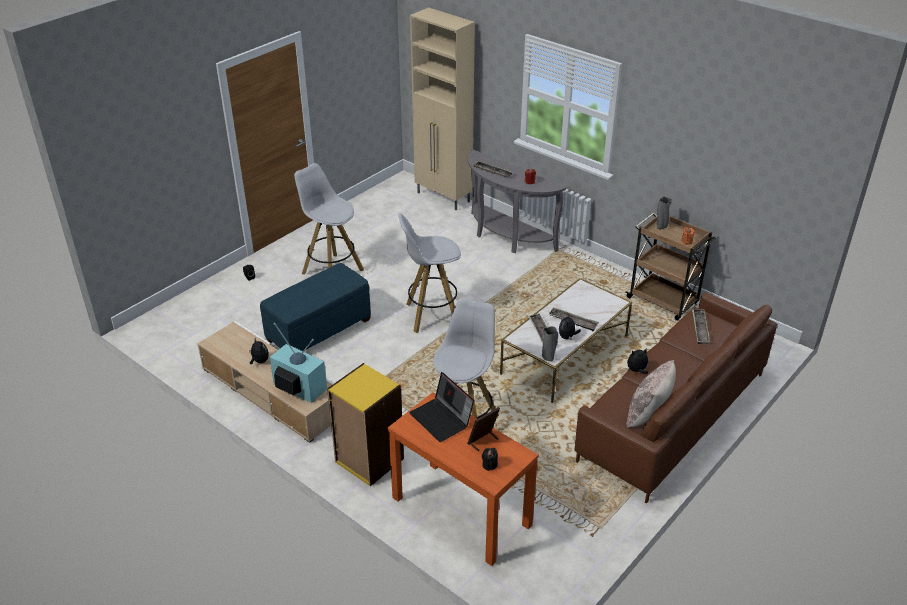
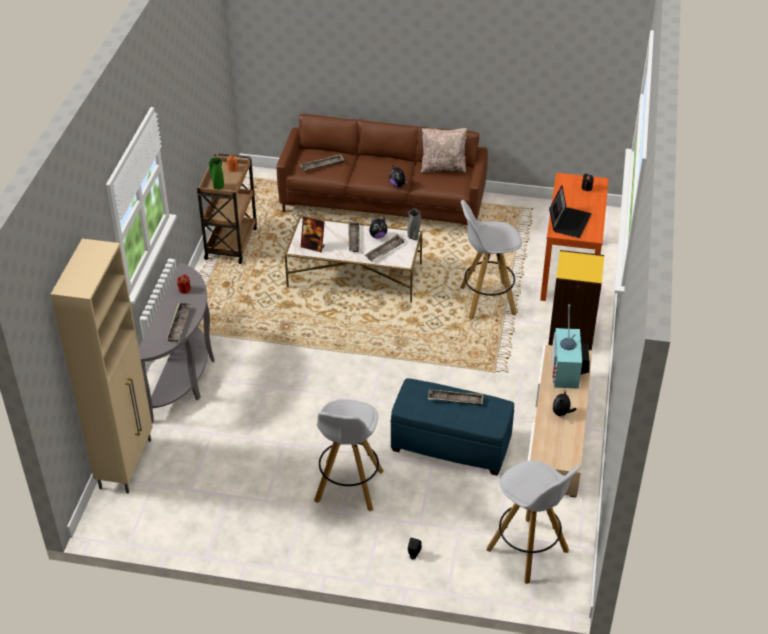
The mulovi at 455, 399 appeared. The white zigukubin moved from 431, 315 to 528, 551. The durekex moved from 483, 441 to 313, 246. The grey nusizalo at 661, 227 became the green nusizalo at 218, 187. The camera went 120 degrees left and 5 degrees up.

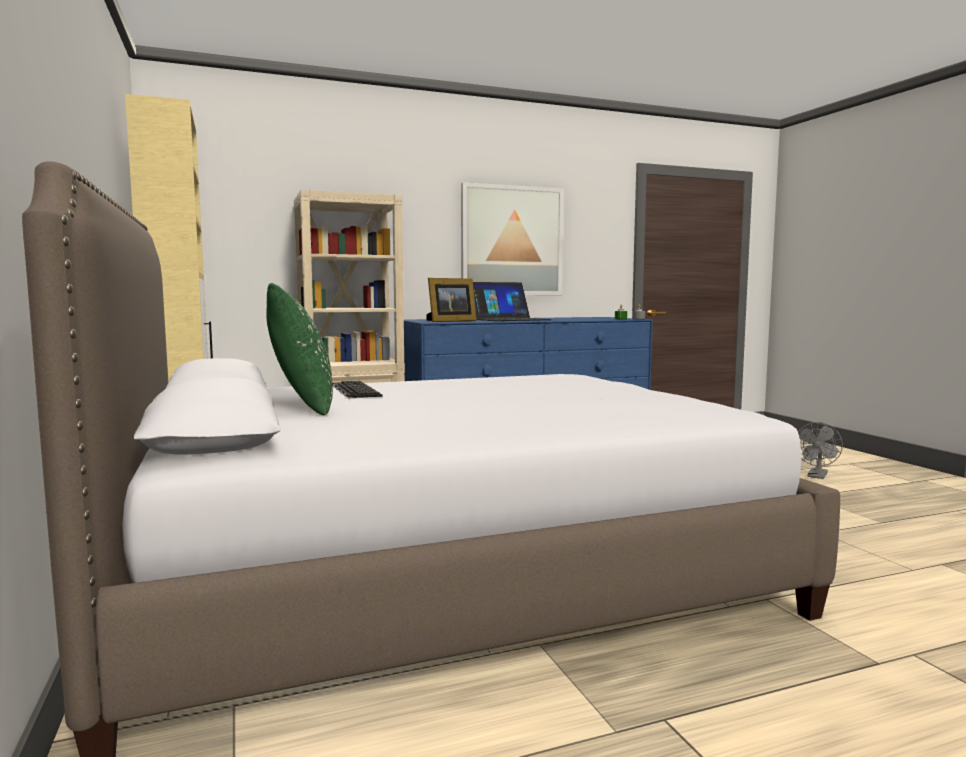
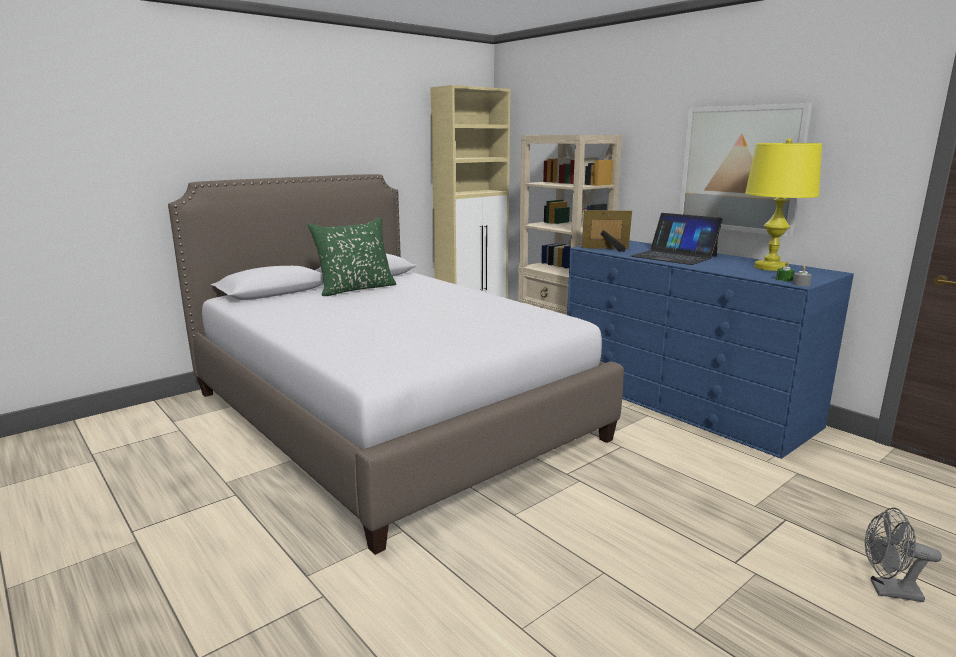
The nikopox at 353, 390 disappeared. The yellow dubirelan at 770, 267 appeared. The durekex at 449, 321 turned 150 degrees clockwise. The camera went 70 degrees right and 10 degrees up.

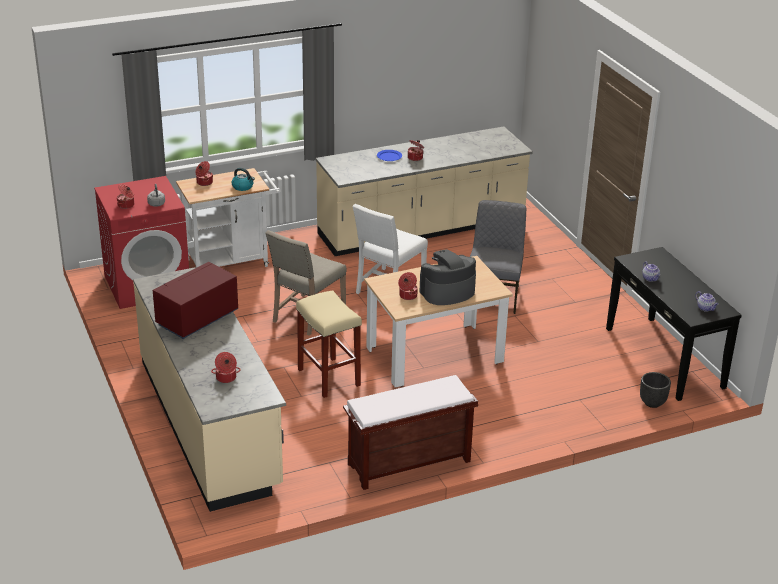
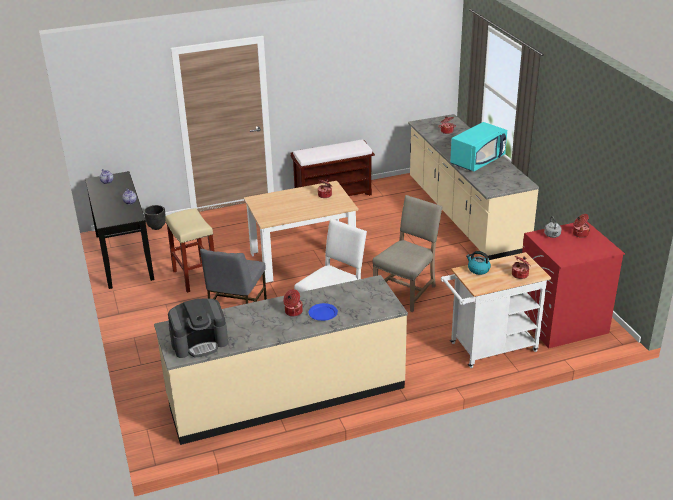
The beige zigukubin moved from 328, 377 to 196, 277. The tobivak moved from 447, 292 to 199, 342. The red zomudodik at 197, 319 became the turquoise zomudodik at 477, 161. The camera went 175 degrees left and 0 degrees up.

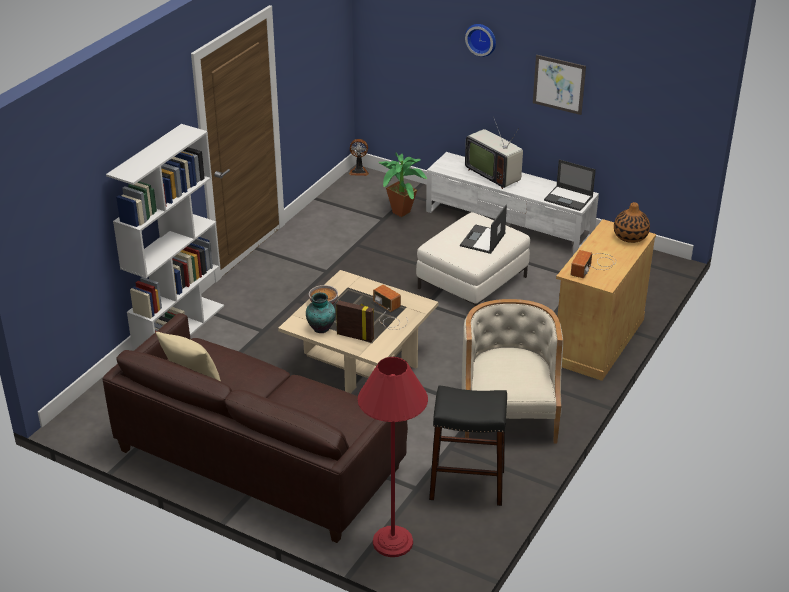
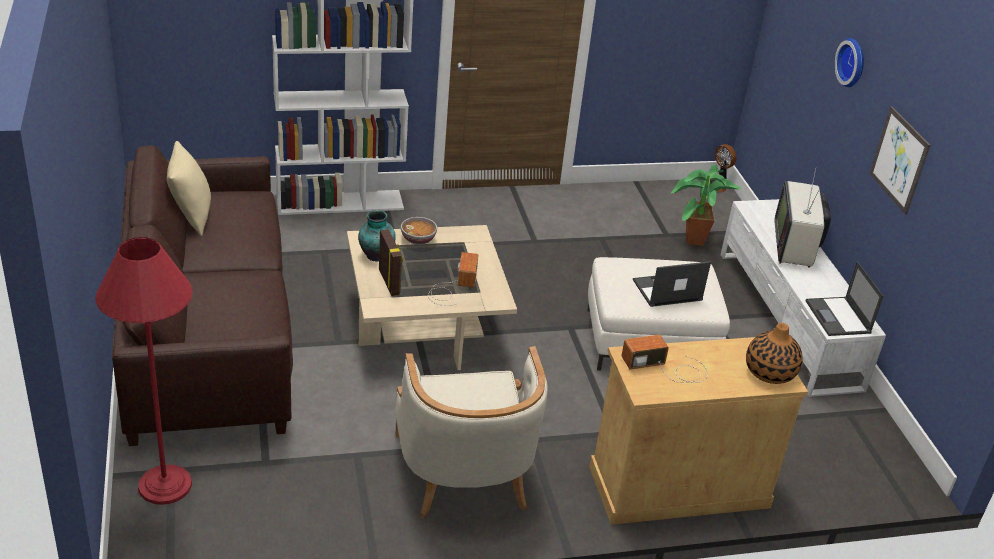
The black zigukubin at 467, 484 disappeared. The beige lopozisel at 508, 412 turned 120 degrees clockwise. The camera went 45 degrees right and 0 degrees up.

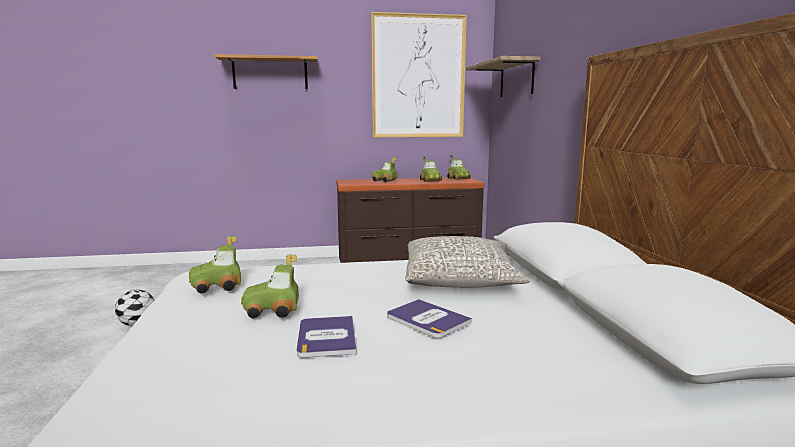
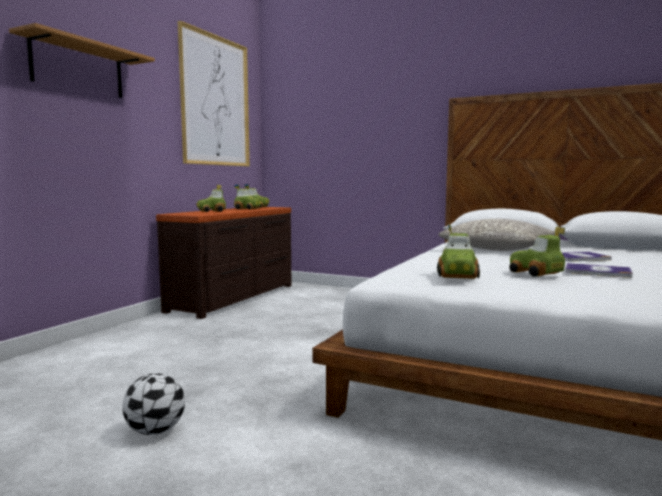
The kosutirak at 516, 79 disappeared. The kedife at 272, 310 turned 120 degrees clockwise. The camera went 55 degrees left and 5 degrees down.

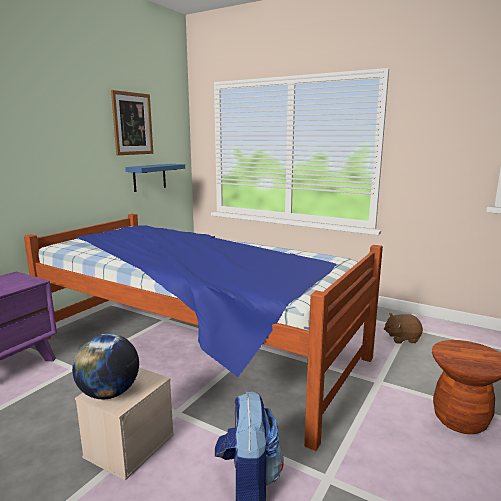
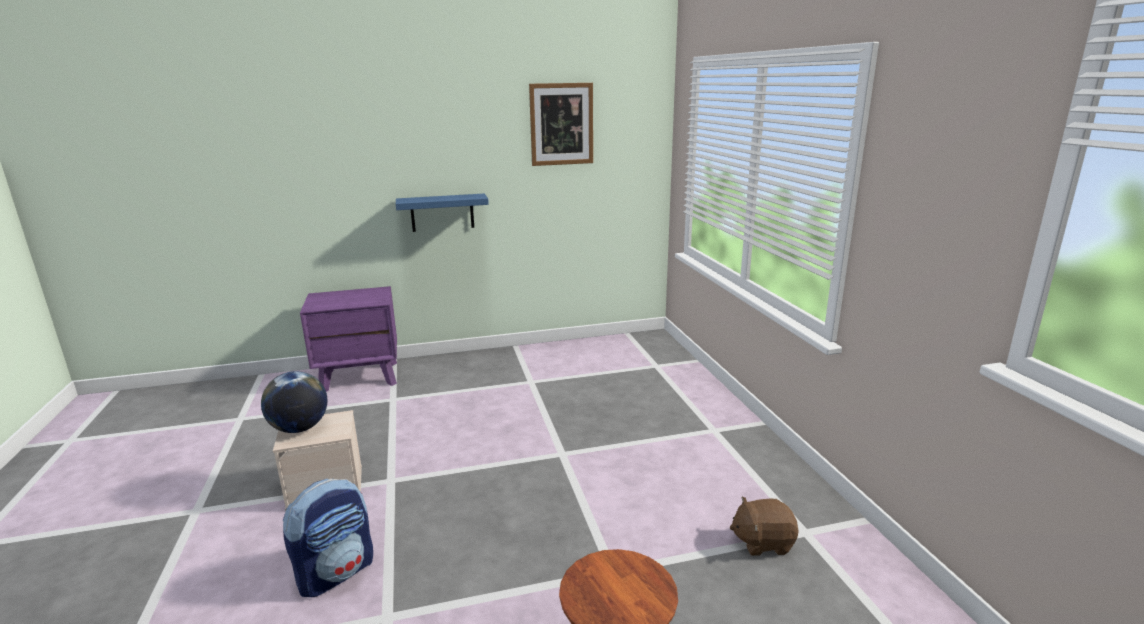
The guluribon at 197, 349 disappeared. The blue kosutirak moved from 149, 177 to 442, 212. The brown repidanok at 402, 338 turned 45 degrees counterclockwise. The camera went 45 degrees right and 5 degrees up.

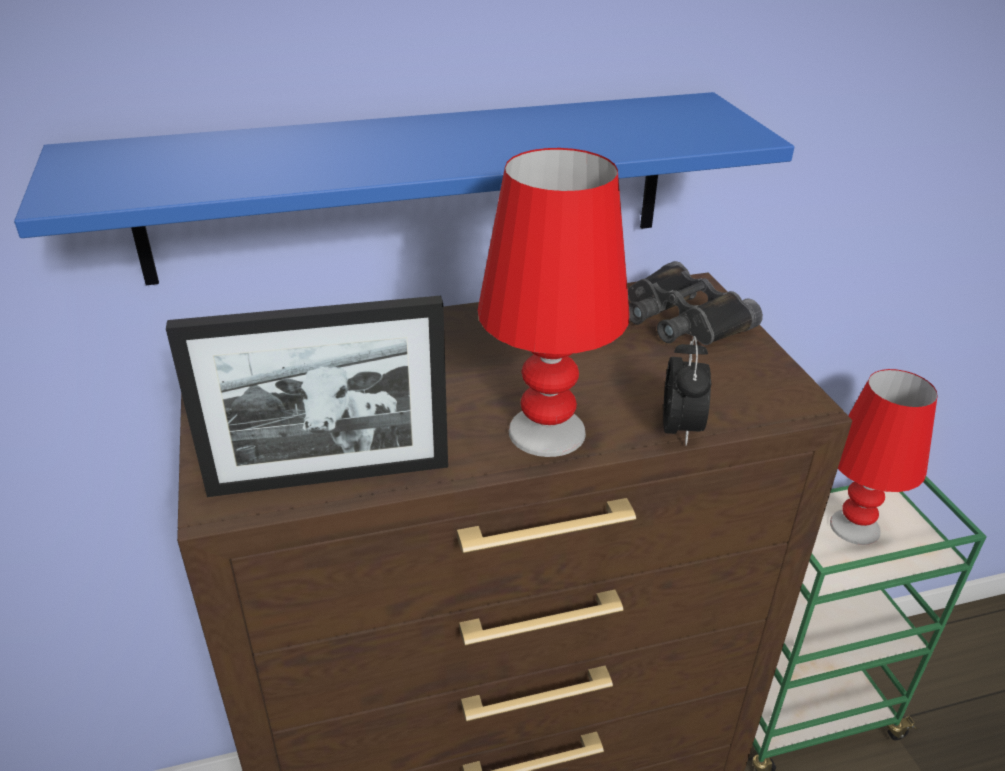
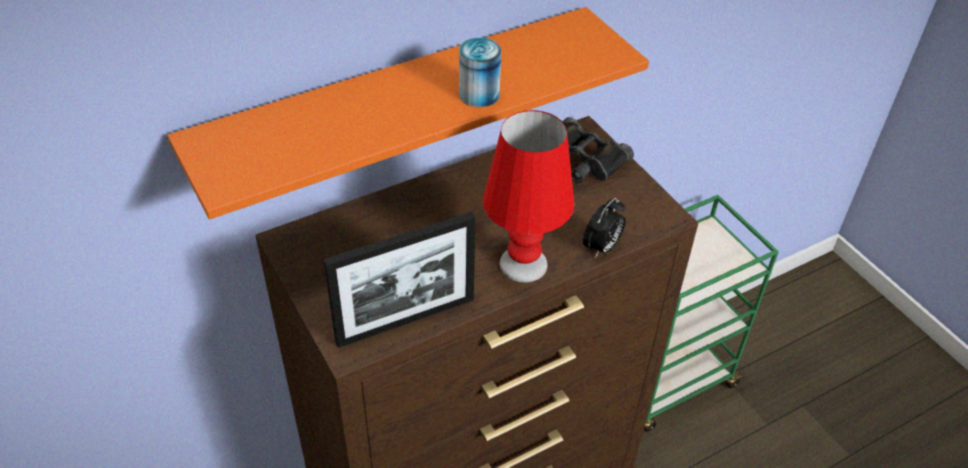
The red dubirelan at 854, 527 disappeared. The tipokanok at 479, 94 appeared. The blue kosutirak at 411, 187 became the orange kosutirak at 397, 105. The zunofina at 681, 429 turned 45 degrees clockwise. The camera went 15 degrees left and 10 degrees up.

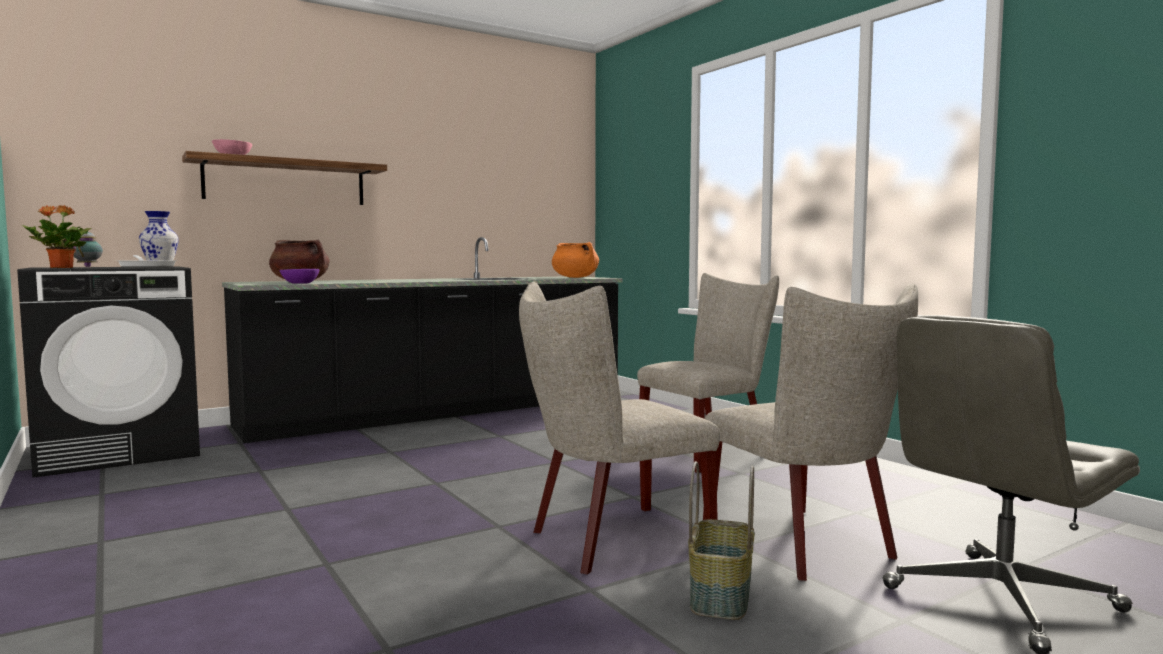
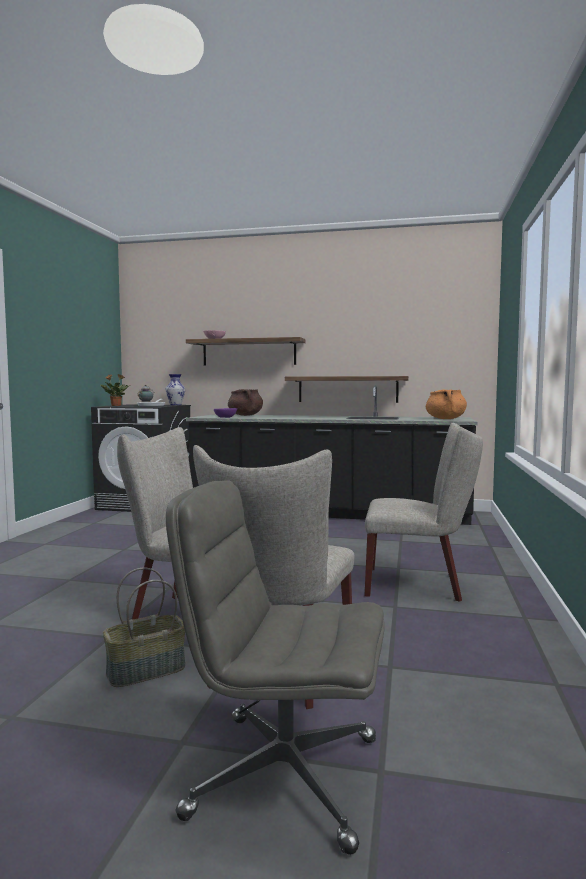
The kosutirak at 347, 389 appeared. The camera went 45 degrees right and 0 degrees up.

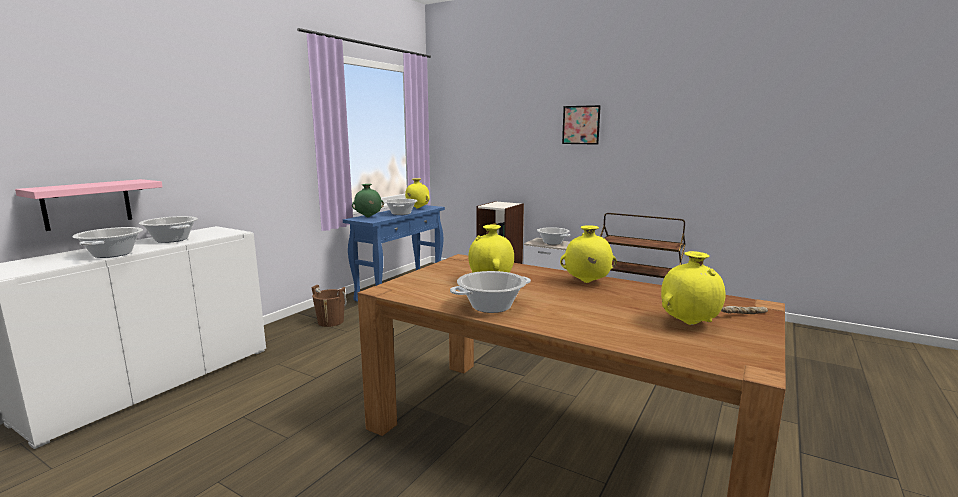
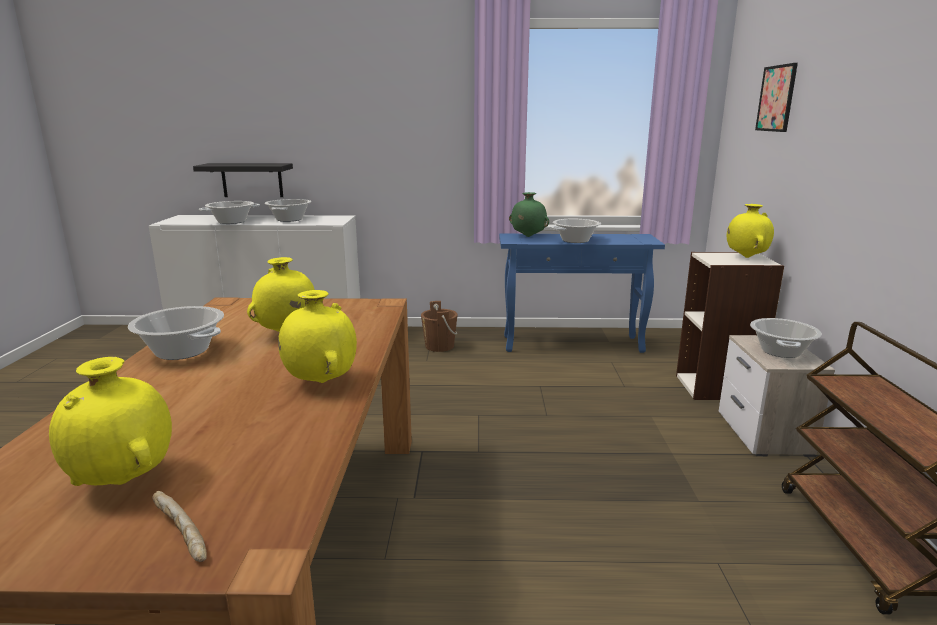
The yellow nusizalo moved from 417, 208 to 746, 257. The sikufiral moved from 581, 125 to 776, 98. The pink kosutirak at 87, 204 became the black kosutirak at 252, 180. The camera went 60 degrees right and 5 degrees up.

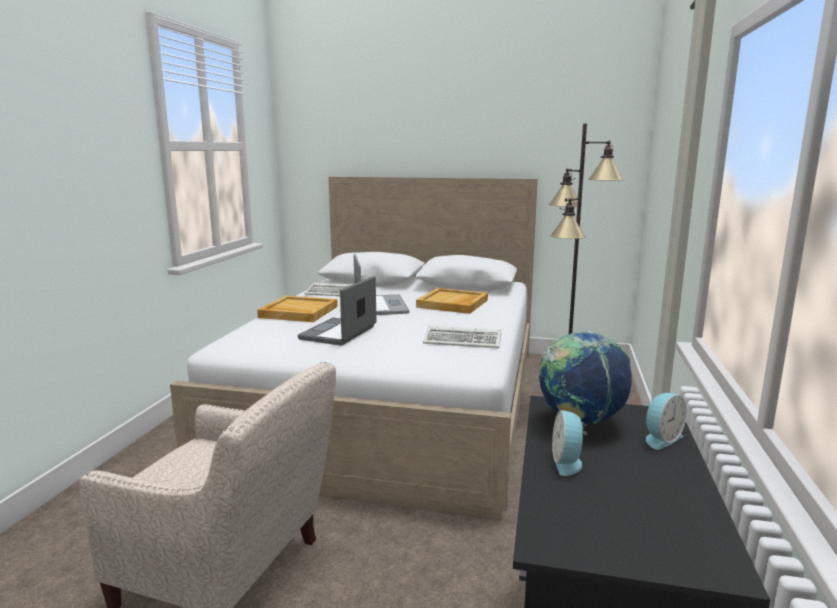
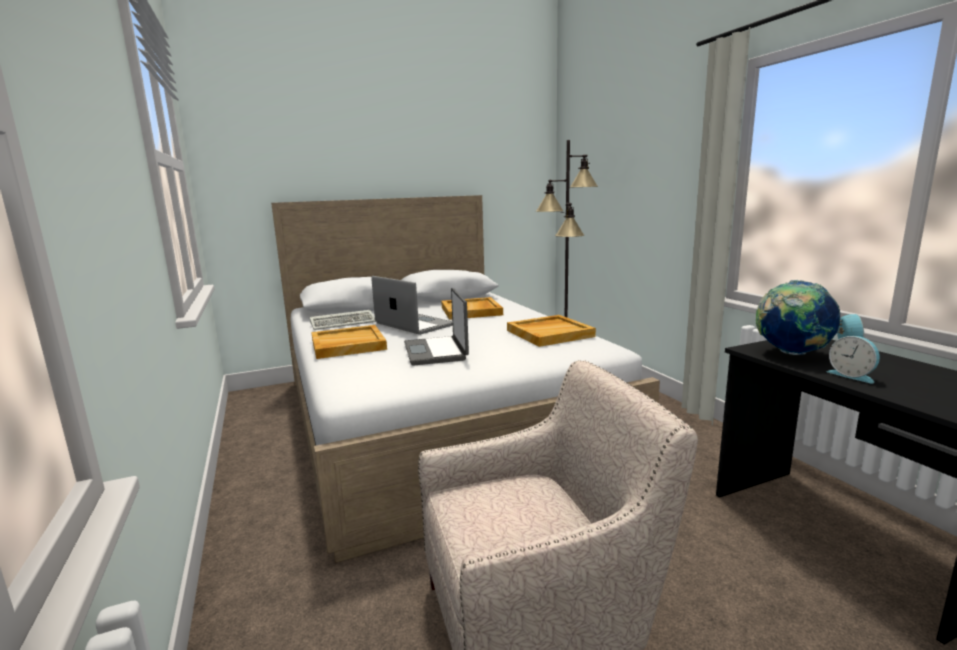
The nikopox at 464, 341 was replaced by the beige mulovi at 550, 333. The camera went 35 degrees left and 0 degrees up.

